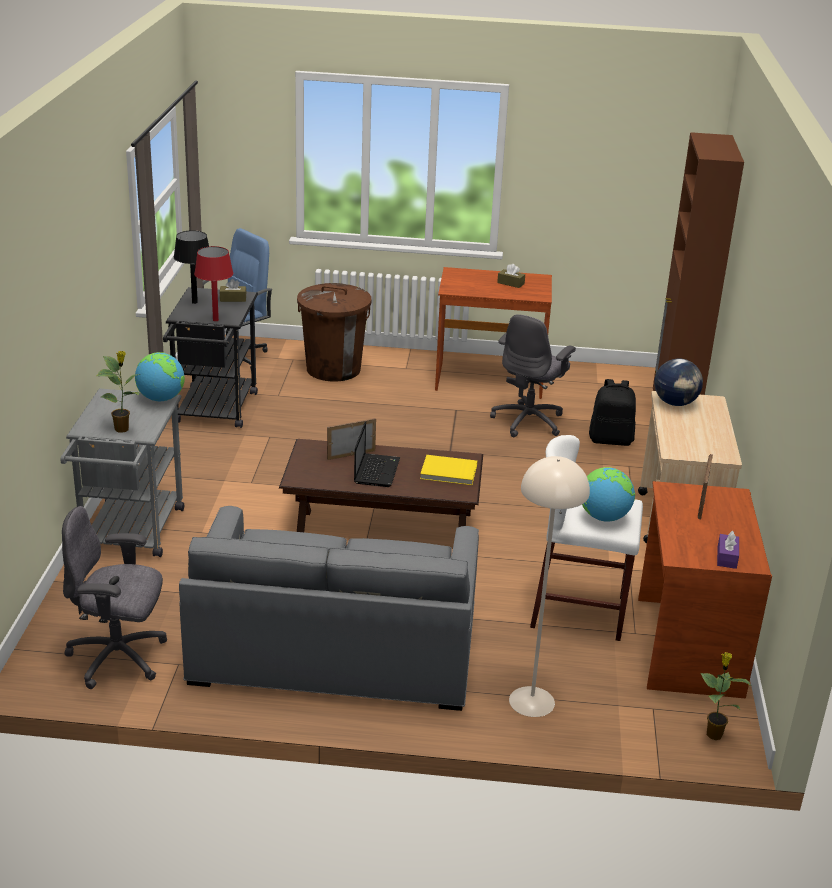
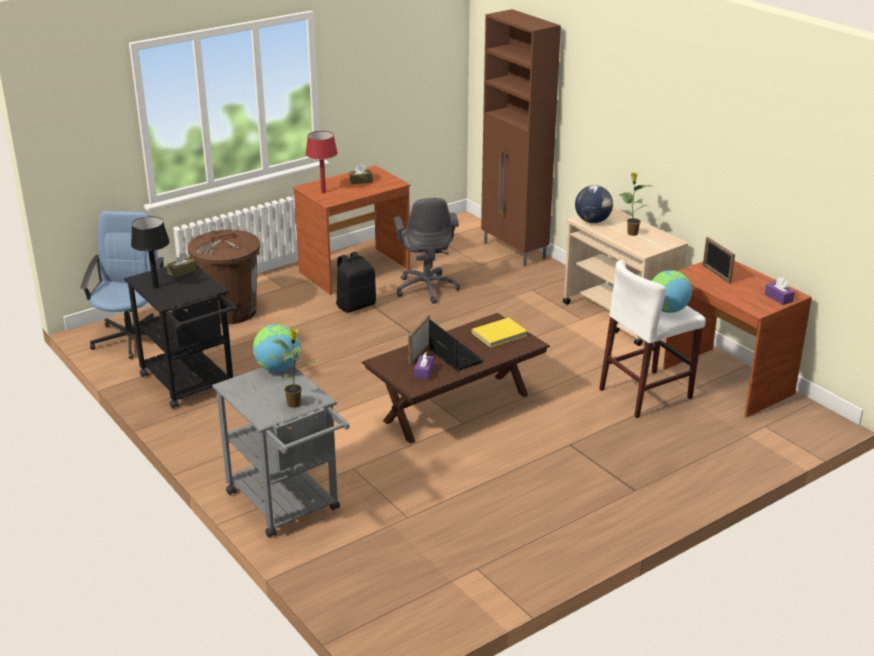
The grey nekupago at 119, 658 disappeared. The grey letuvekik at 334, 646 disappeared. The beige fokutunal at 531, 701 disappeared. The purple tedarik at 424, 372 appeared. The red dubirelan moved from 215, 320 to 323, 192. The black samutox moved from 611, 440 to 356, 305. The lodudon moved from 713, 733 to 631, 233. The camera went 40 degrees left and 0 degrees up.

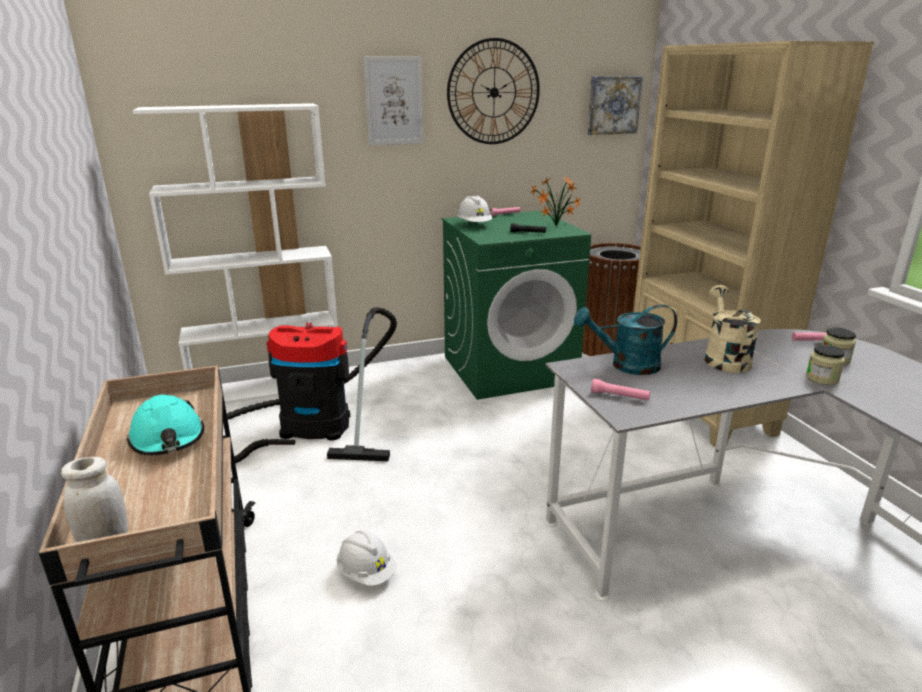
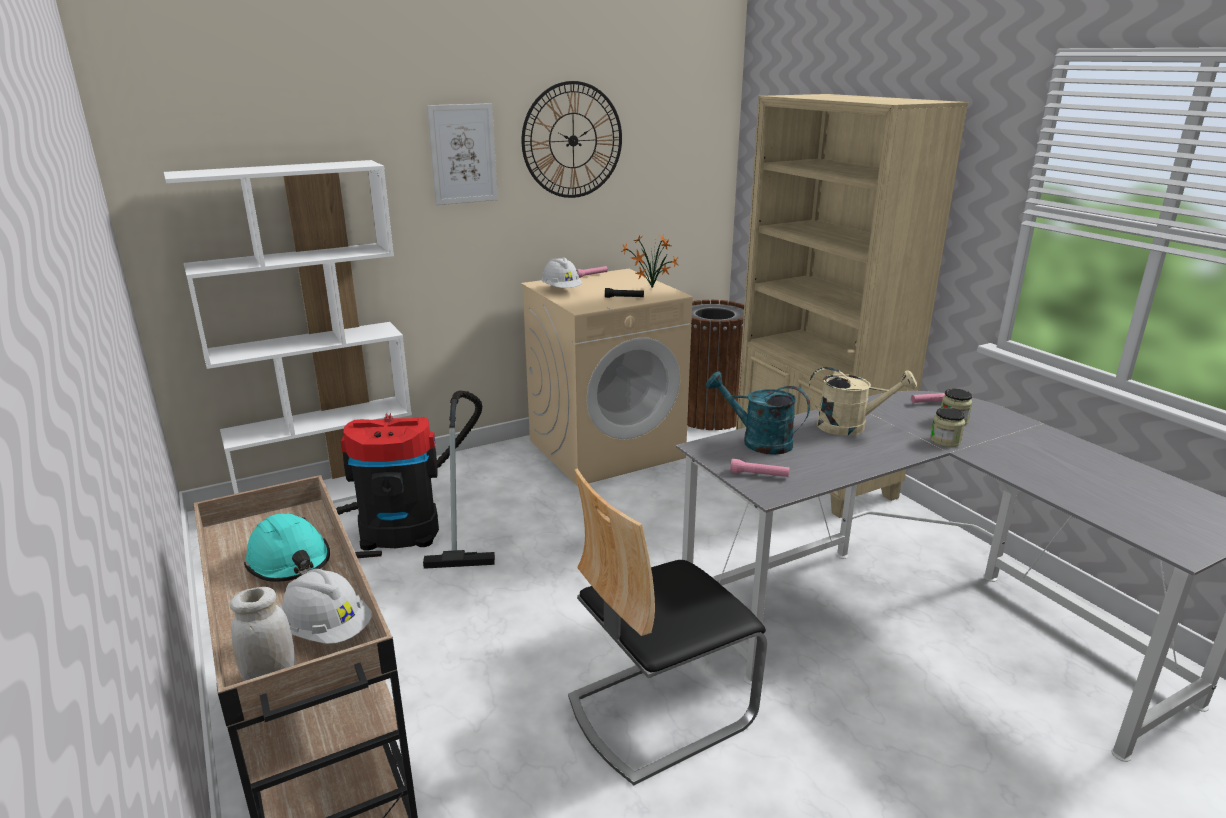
The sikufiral at 613, 105 disappeared. The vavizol at 658, 709 appeared. The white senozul moved from 366, 573 to 327, 630. The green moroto at 510, 369 became the beige moroto at 606, 448. The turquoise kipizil at 626, 365 turned 45 degrees clockwise. The beige kipizil at 724, 358 turned 105 degrees clockwise. The camera went 10 degrees left and 0 degrees up.

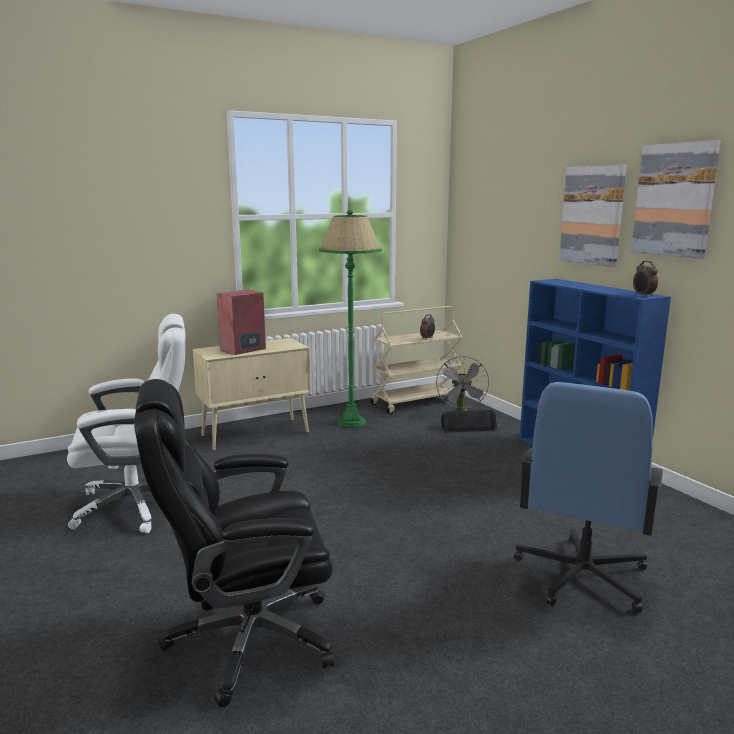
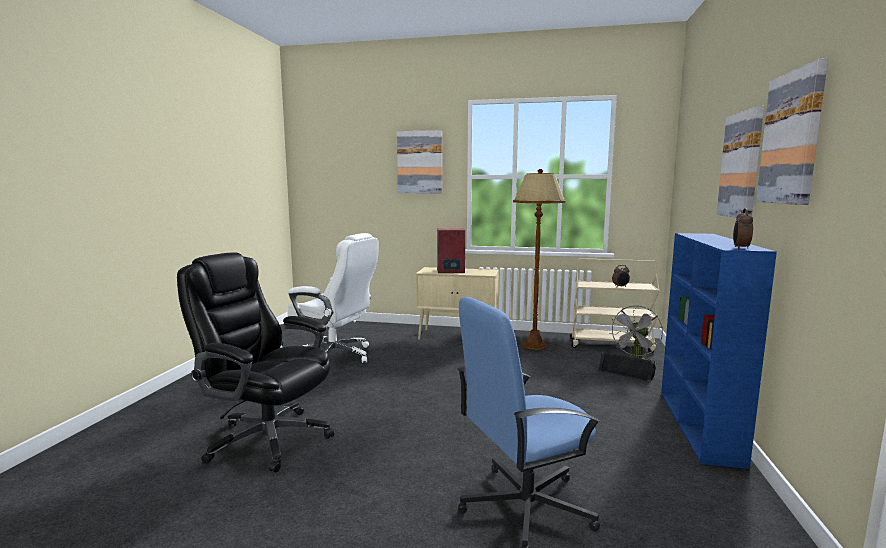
The sikufiral at 420, 162 appeared. The green fokutunal at 351, 422 became the brown fokutunal at 534, 345. The camera went 40 degrees right and 5 degrees down.

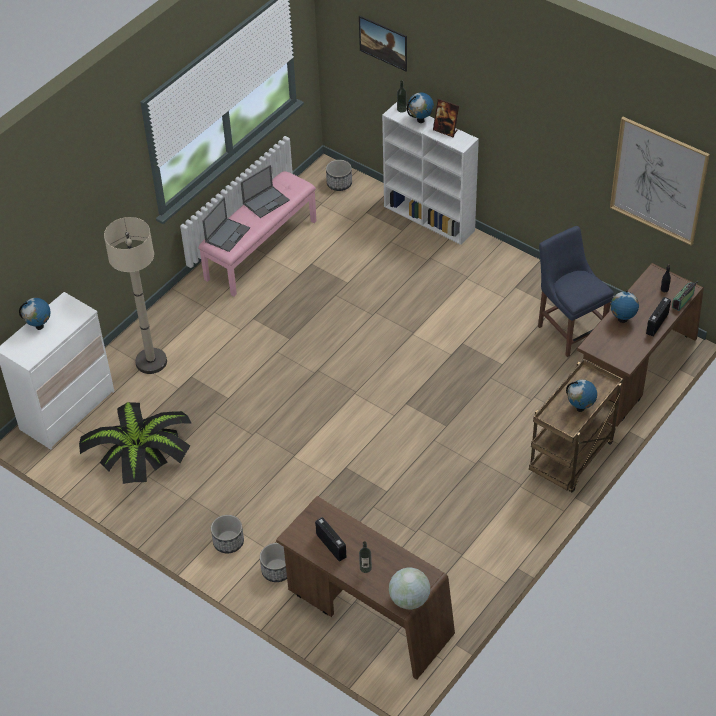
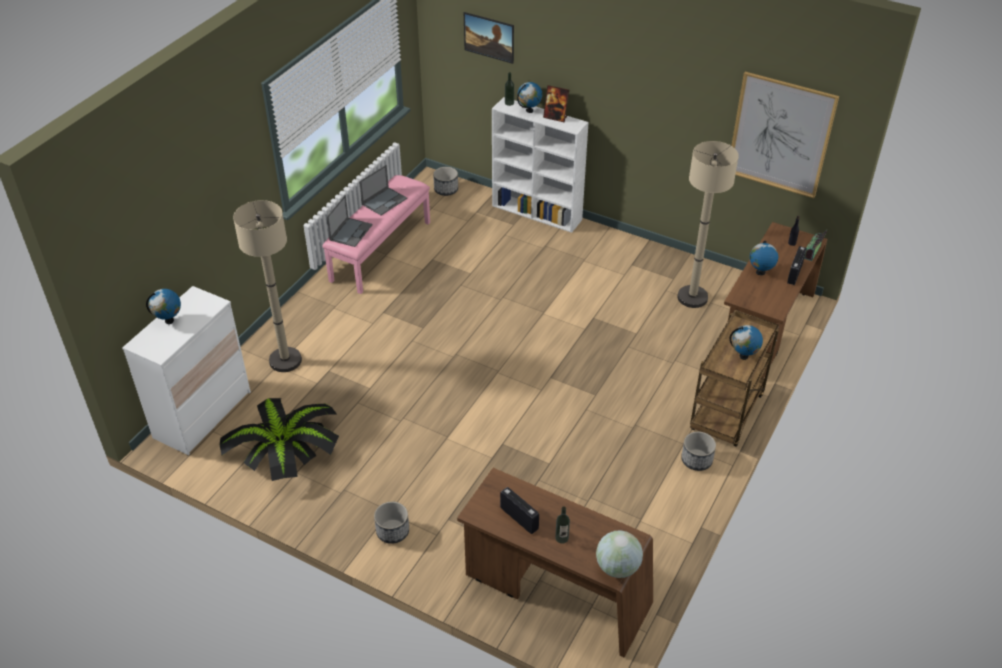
The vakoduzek moved from 277, 570 to 696, 460. The blue vavizol at 569, 329 was replaced by the beige fokutunal at 692, 297. The camera went 10 degrees left and 5 degrees down.

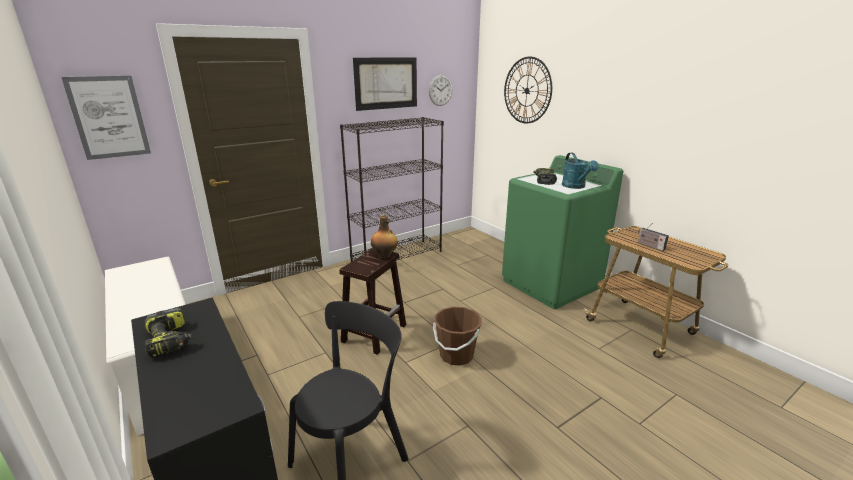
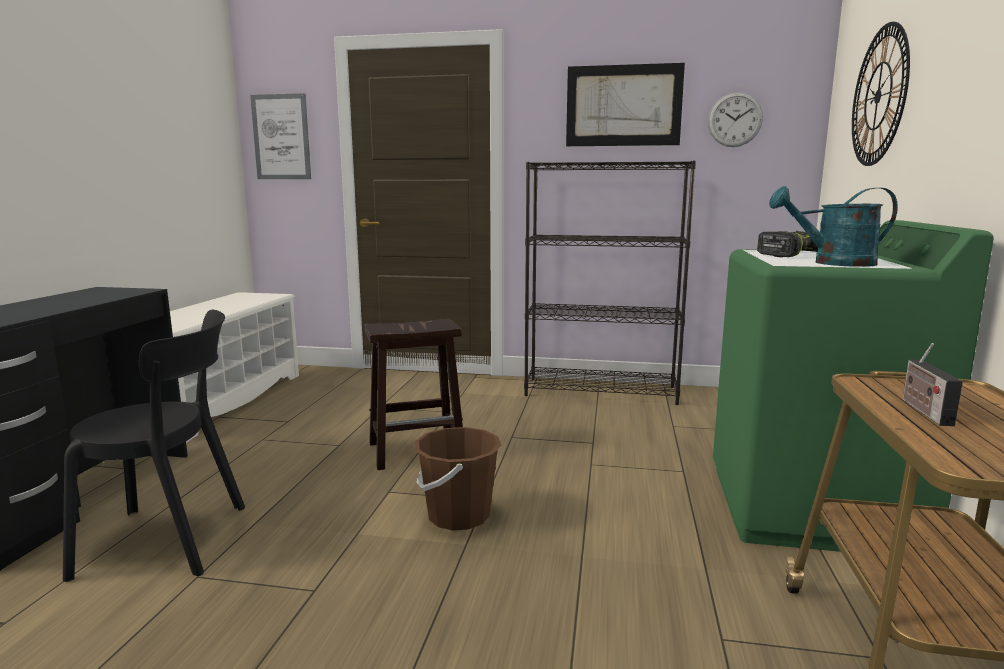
The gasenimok at 170, 340 disappeared. The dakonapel at 384, 255 disappeared. The turquoise kipizil at 576, 186 turned 60 degrees clockwise. The camera went 45 degrees right and 10 degrees down.

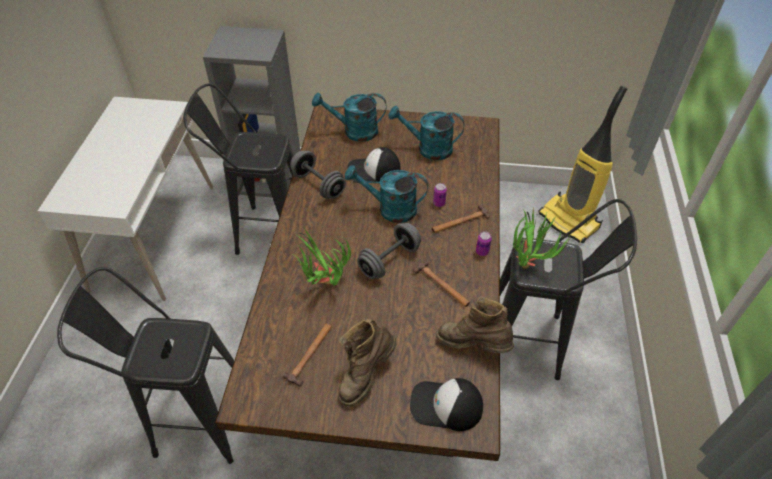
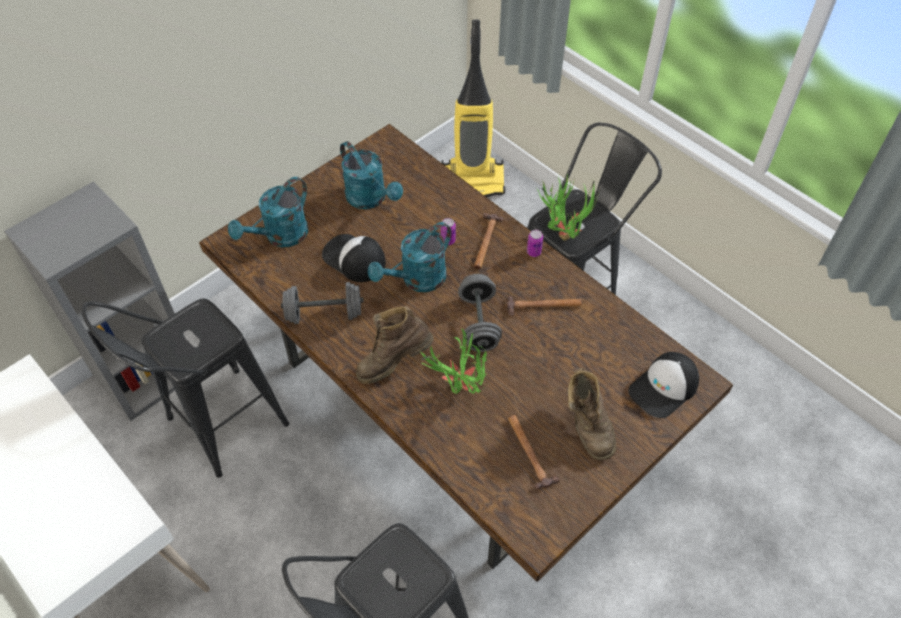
The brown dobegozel moved from 473, 345 to 394, 363. The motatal at 373, 171 turned 90 degrees clockwise. The turquoise kipizil at 428, 148 turned 90 degrees counterclockwise. The camera went 50 degrees left and 5 degrees up.

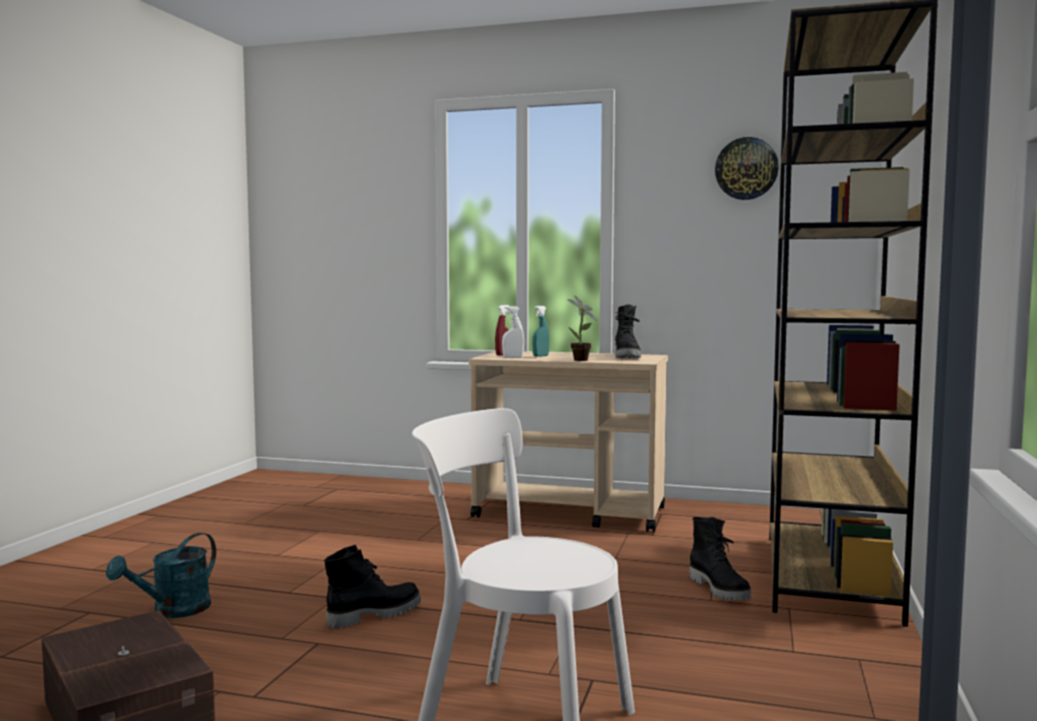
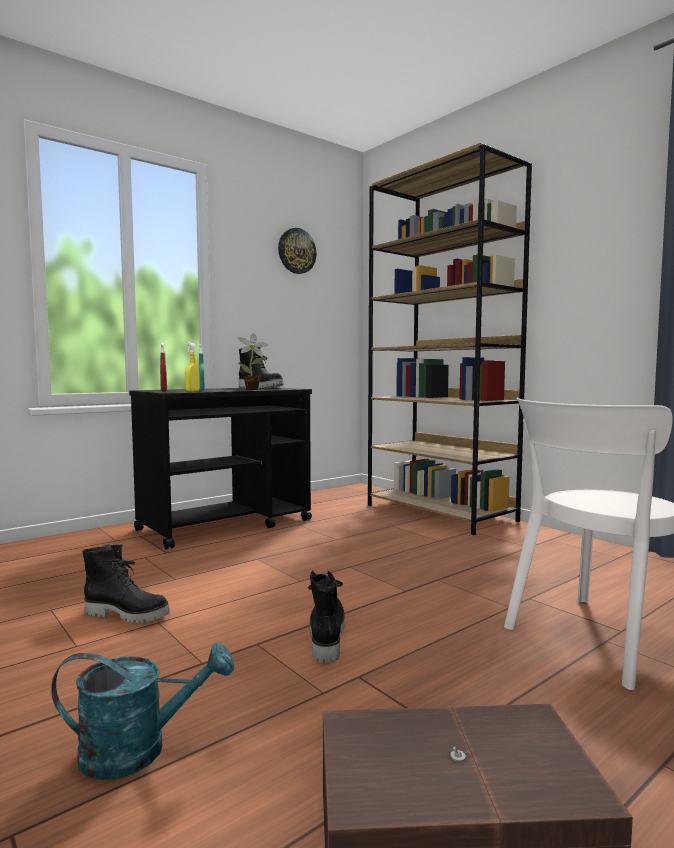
The black dobegozel moved from 720, 589 to 128, 614. The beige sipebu at 571, 512 became the black sipebu at 227, 525. The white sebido at 513, 357 became the yellow sebido at 192, 391. The turquoise kipizil at 173, 611 turned 75 degrees counterclockwise. The camera went 55 degrees left and 0 degrees up.

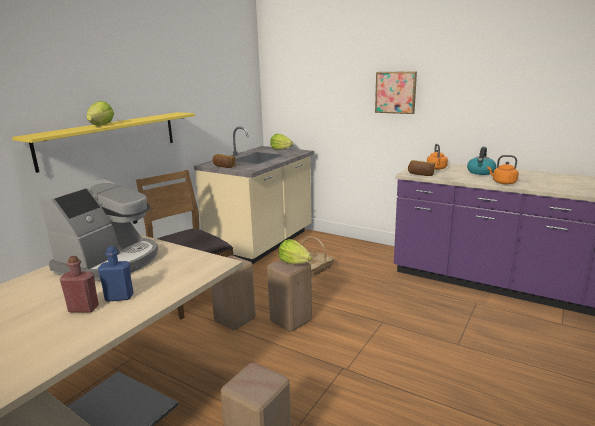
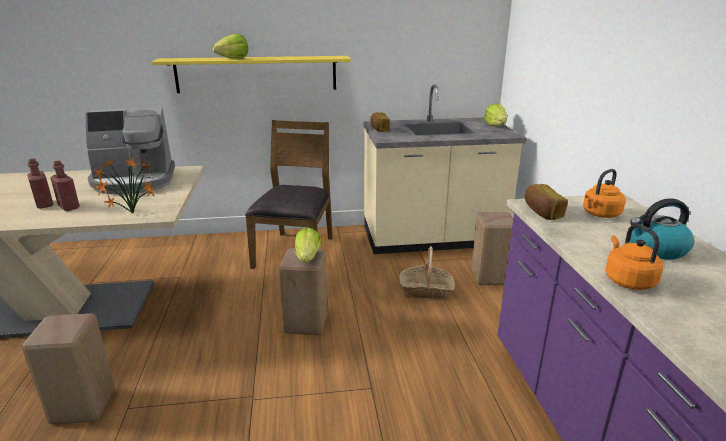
The sikufiral at 396, 92 disappeared. The lodudon at 131, 214 appeared. The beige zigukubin moved from 236, 319 to 491, 278. The blue dakonapel at 119, 297 became the red dakonapel at 69, 207. The camera went 50 degrees right and 5 degrees up.

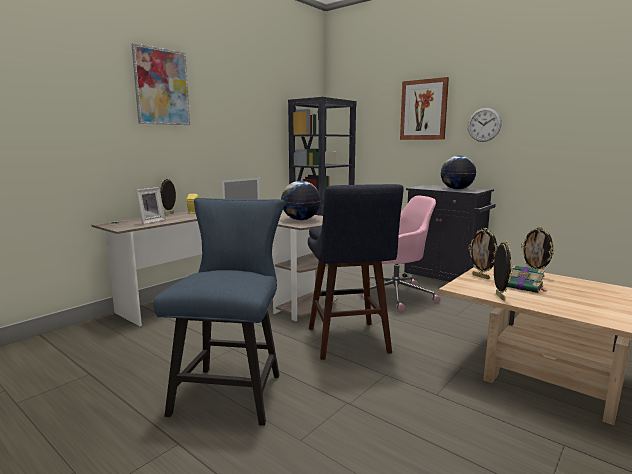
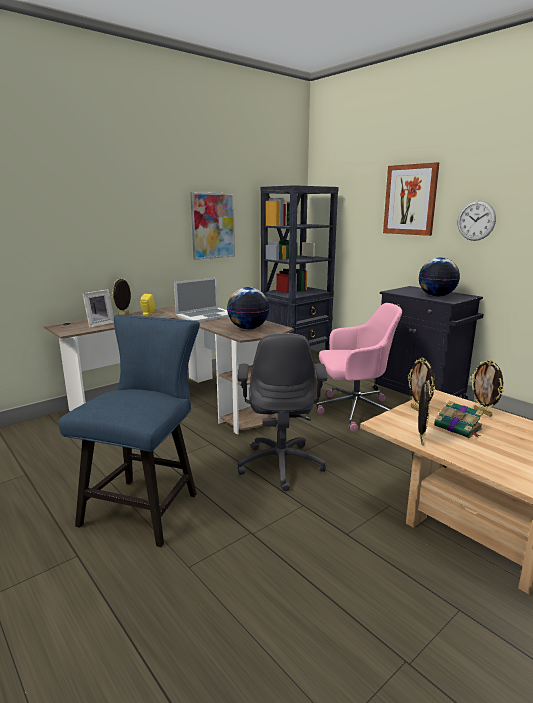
The sikufiral moved from 161, 87 to 213, 226. The blue zigukubin at 349, 343 was replaced by the grey nekupago at 281, 464. The camera went 10 degrees right and 5 degrees up.

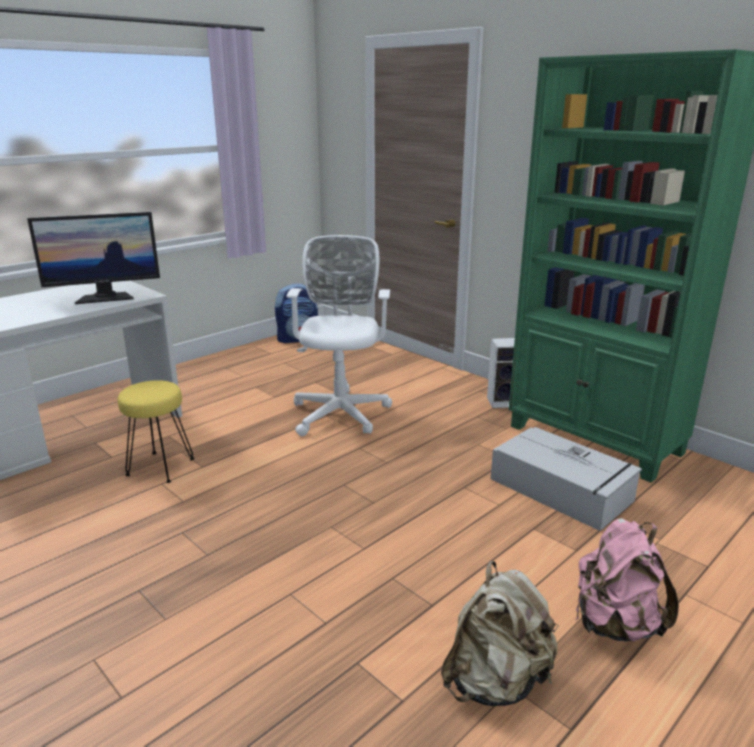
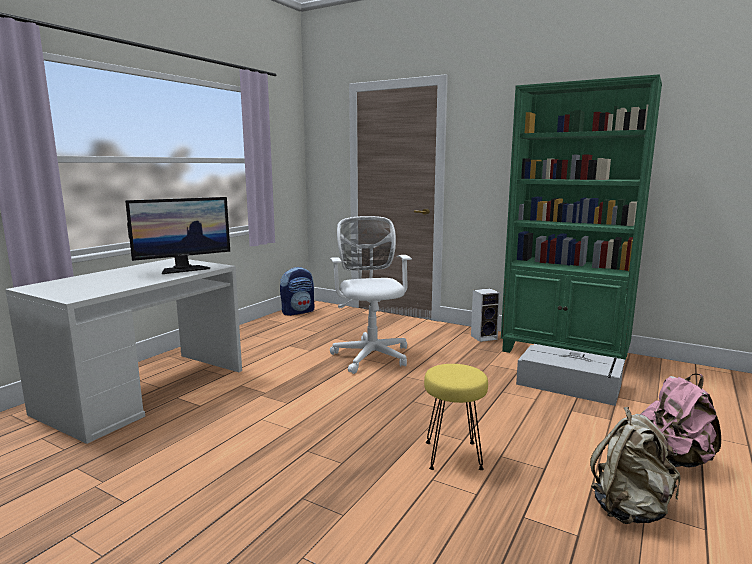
The yellow zigukubin moved from 160, 468 to 453, 456. The camera went 15 degrees left and 10 degrees down.

